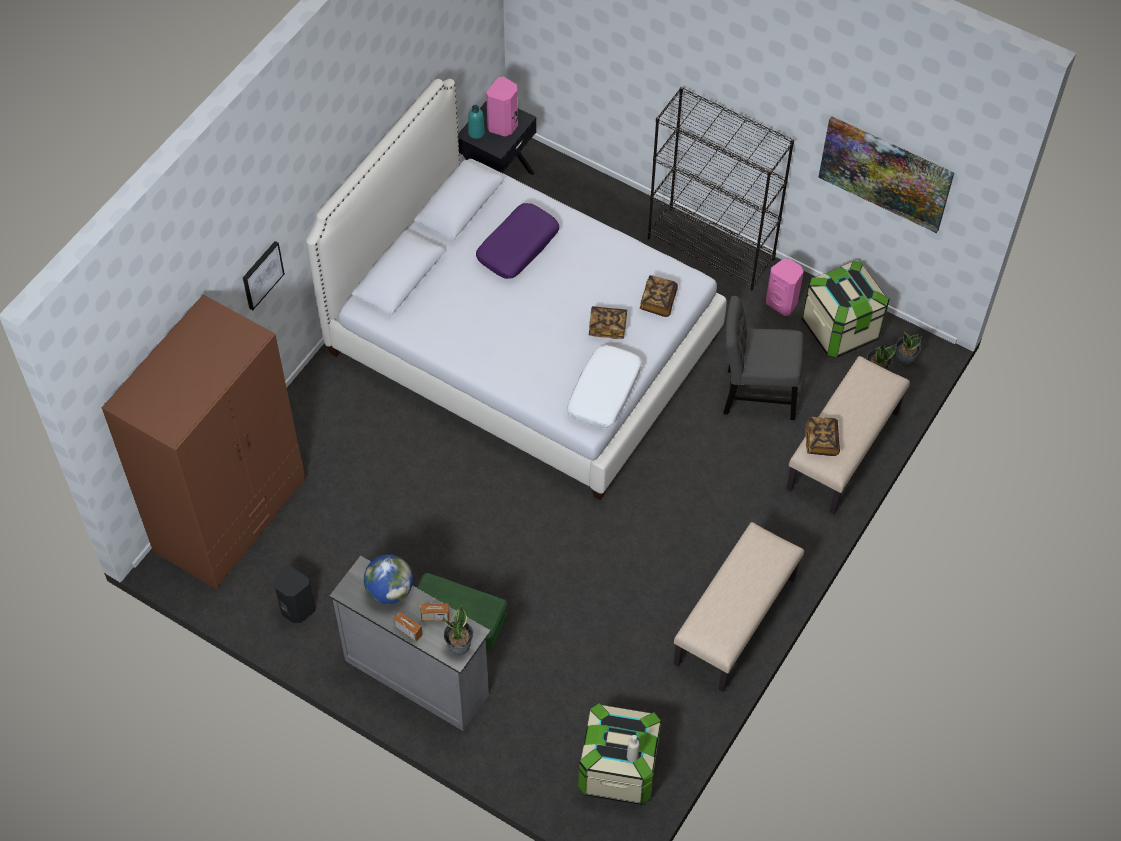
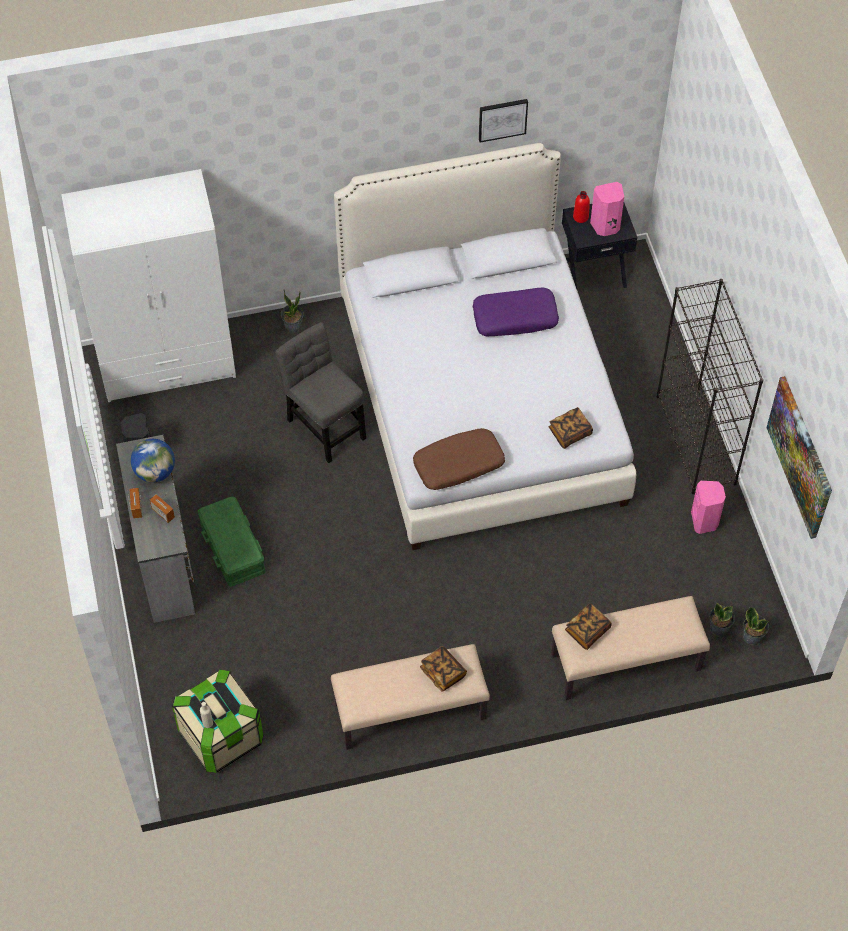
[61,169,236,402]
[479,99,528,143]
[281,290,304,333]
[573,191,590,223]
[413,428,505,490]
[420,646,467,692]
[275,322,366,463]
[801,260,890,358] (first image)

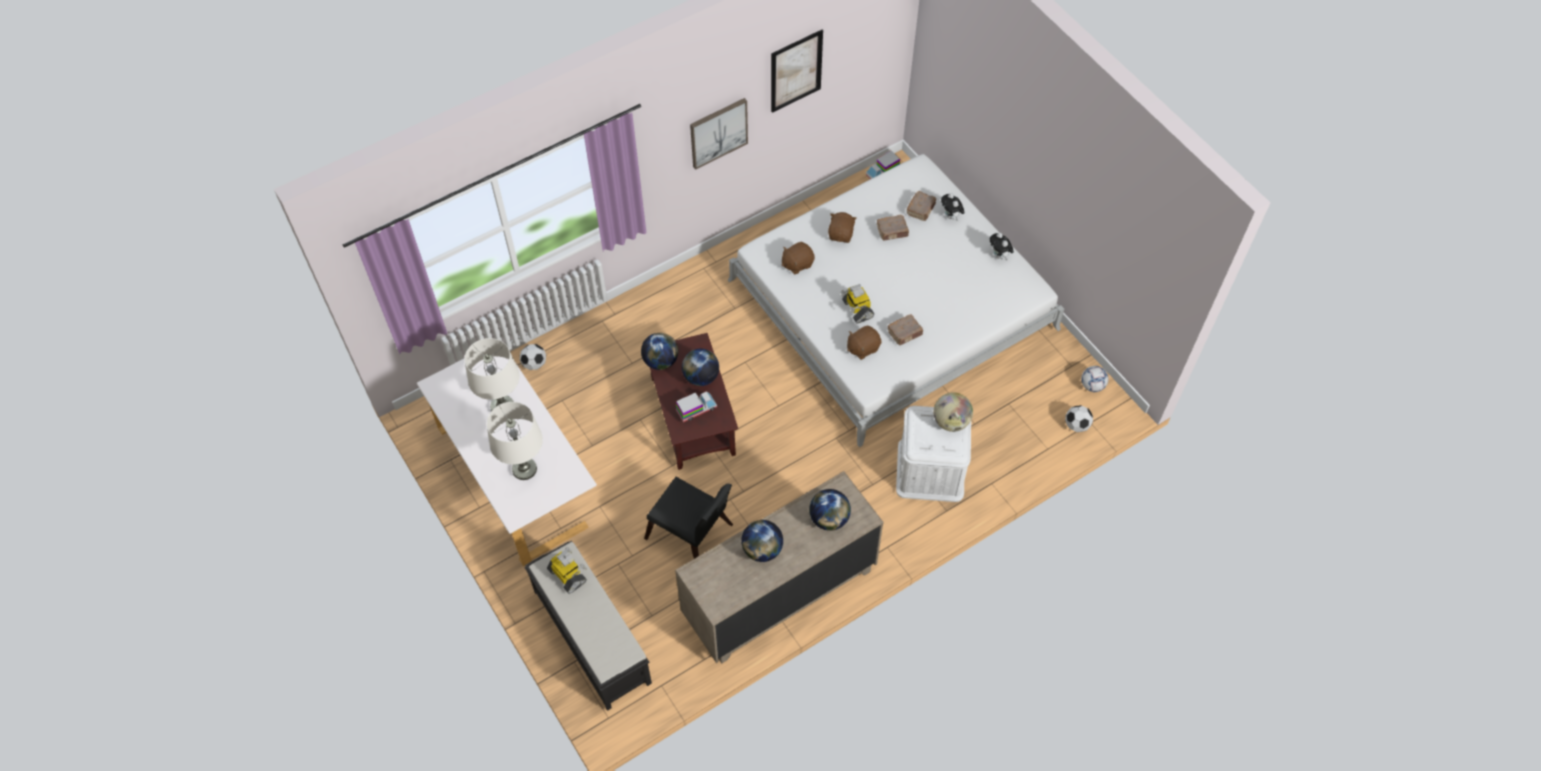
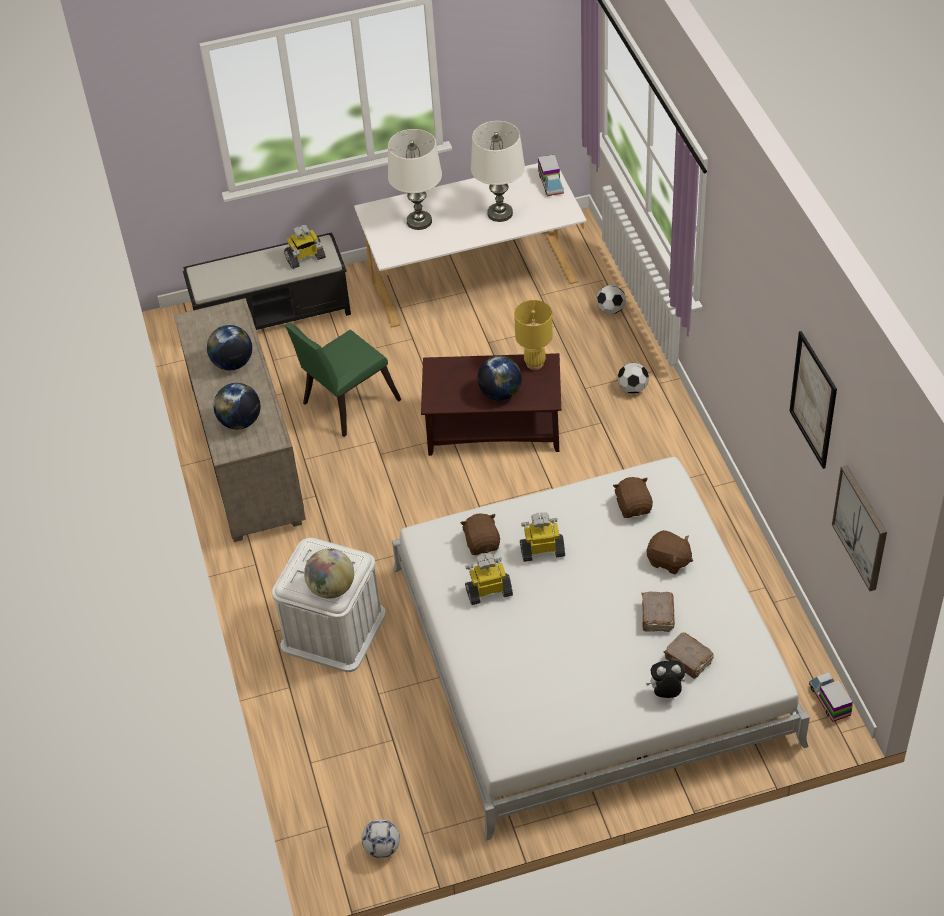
[514,300,553,370]
[285,323,401,437]
[538,155,564,196]
[832,465,887,591]
[465,553,513,605]
[990,233,1014,261] (first image)
[617,363,649,394]

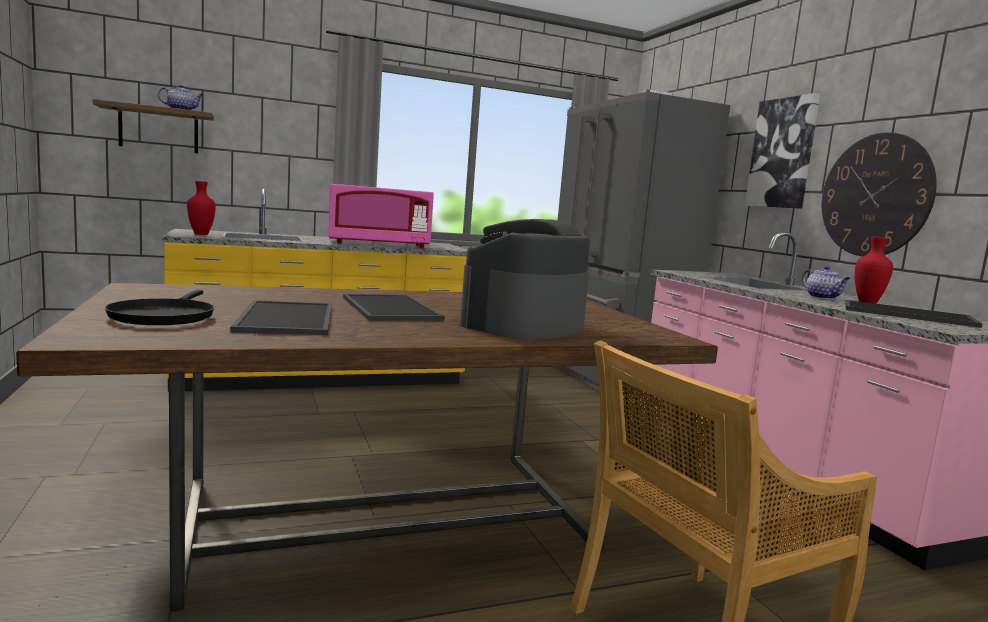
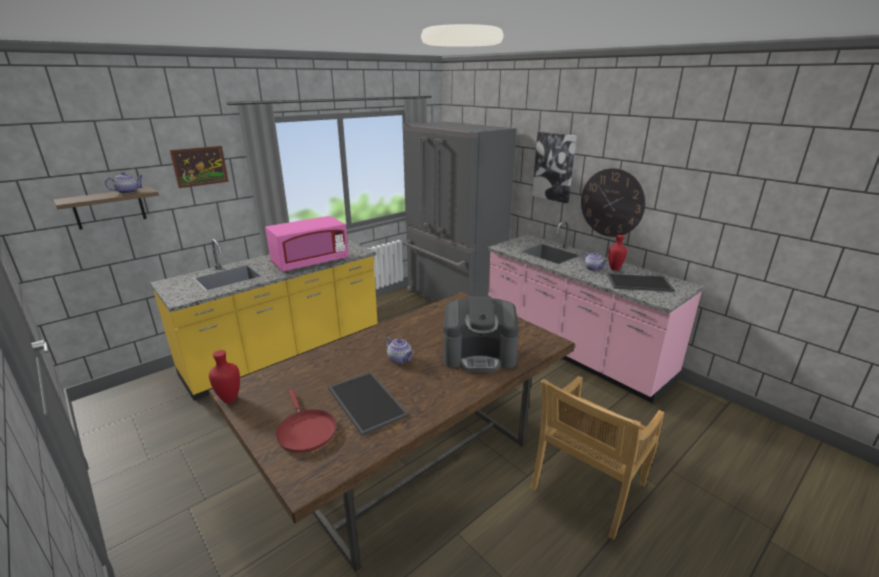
[276,389,336,453]
[209,350,240,403]
[385,337,414,364]
[443,296,519,372]
[170,146,229,188]

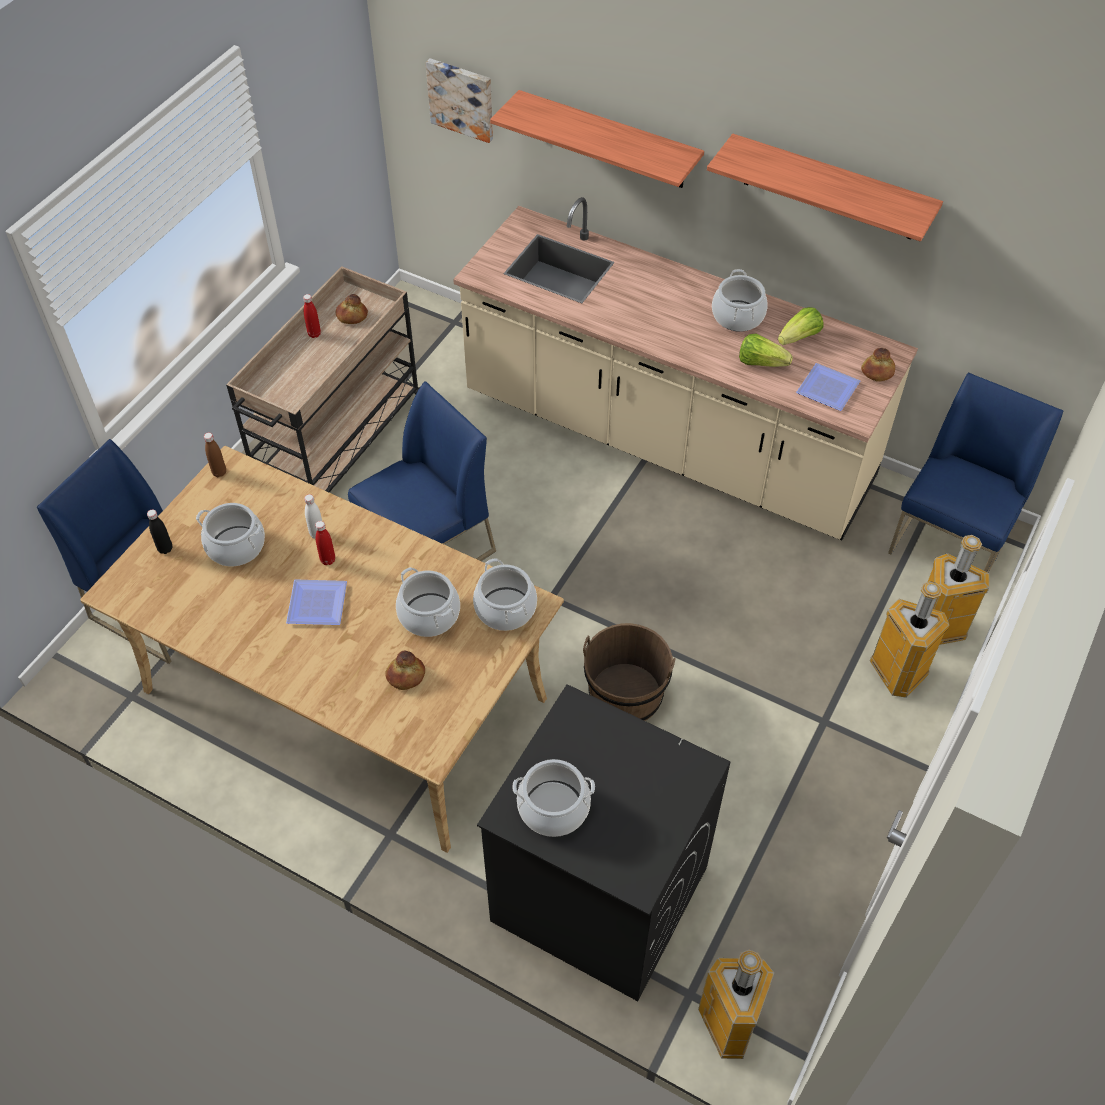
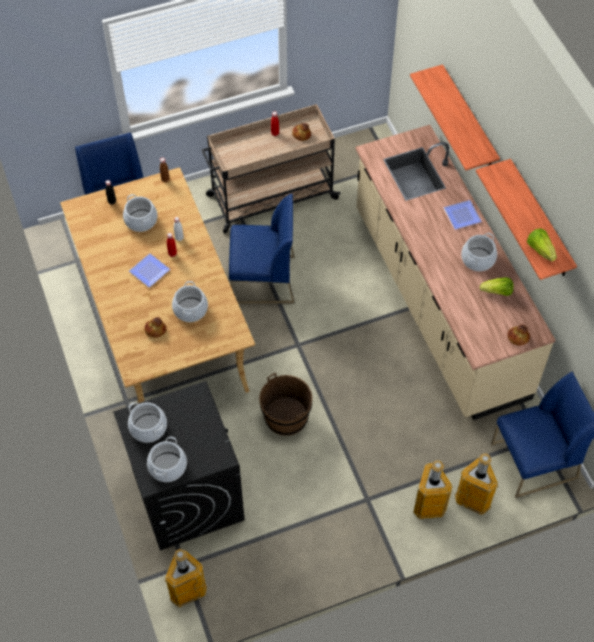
[426,58,493,143] (first image)
[147,437,187,482]
[527,229,557,262]
[444,200,482,230]

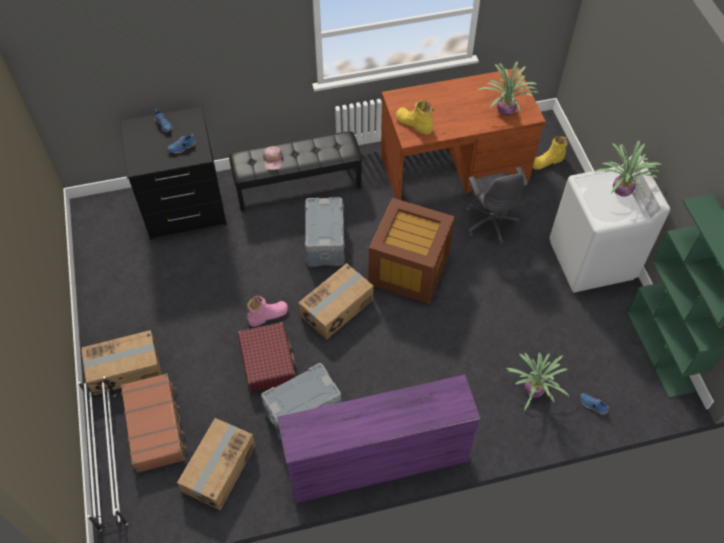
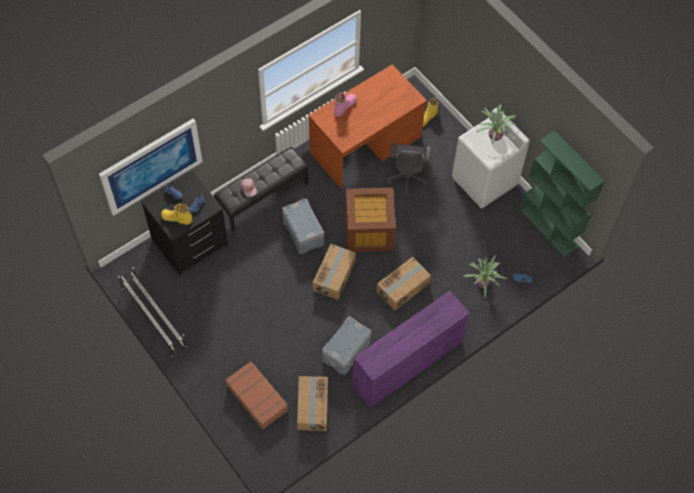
[118,268,187,357]
[377,257,431,311]
[238,322,296,392] (first image)
[334,93,356,117]
[161,203,192,225]
[387,143,431,196]
[478,61,539,115] (first image)
[99,118,203,216]

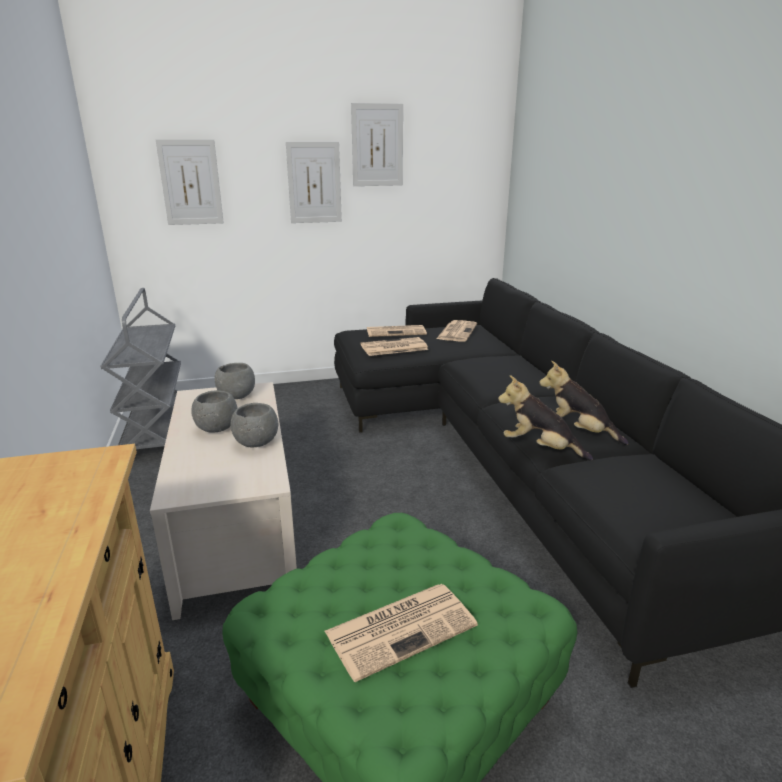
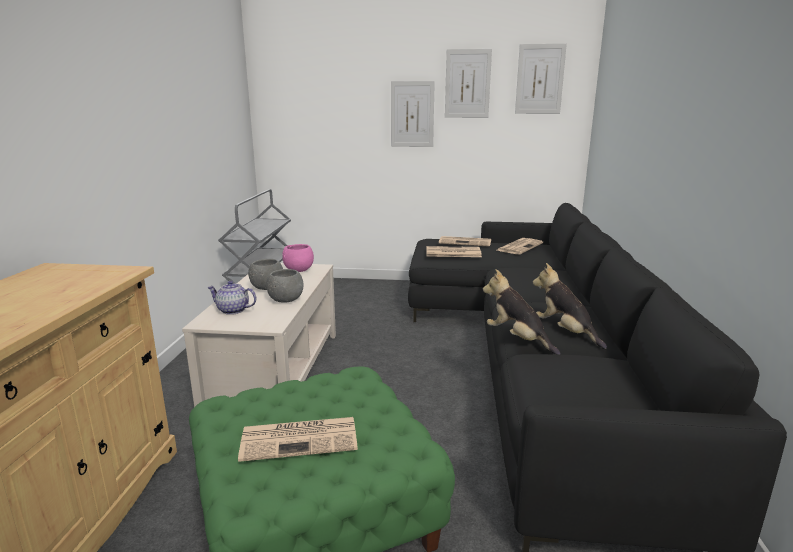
[515,43,567,114]
[283,244,314,272]
[207,281,256,315]

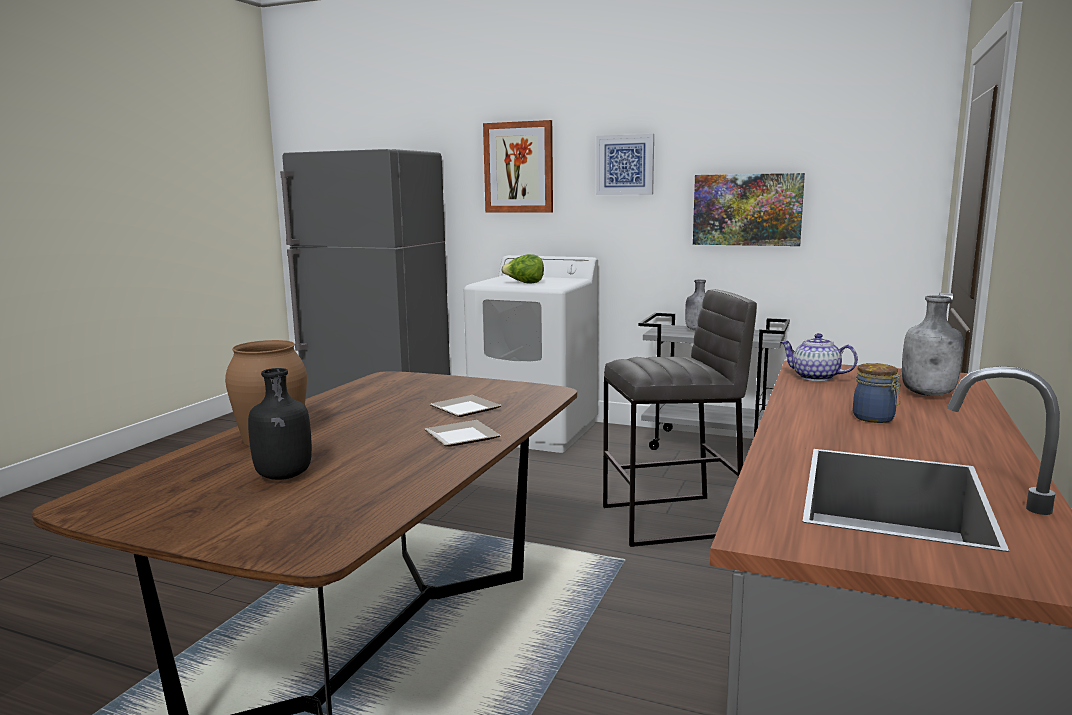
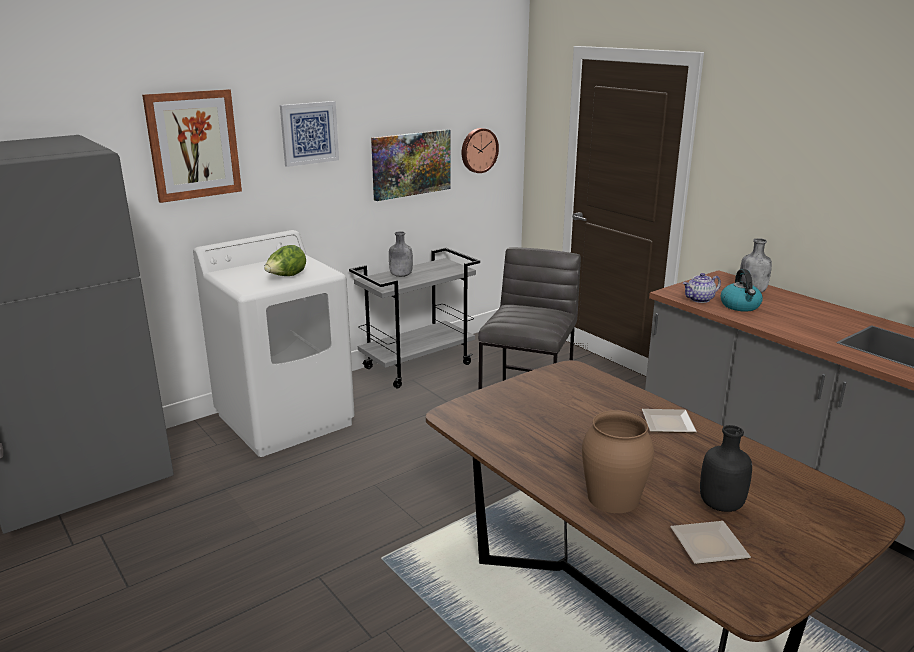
[670,521,751,564]
[853,363,901,423] (first image)
[462,128,499,173]
[720,269,763,312]

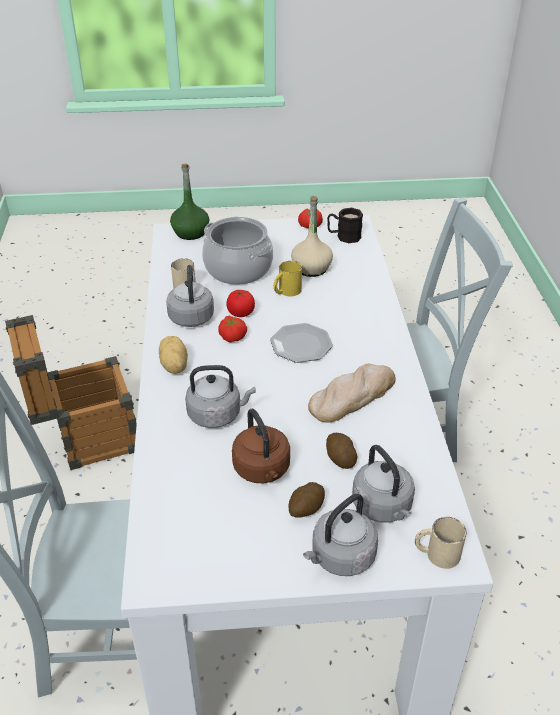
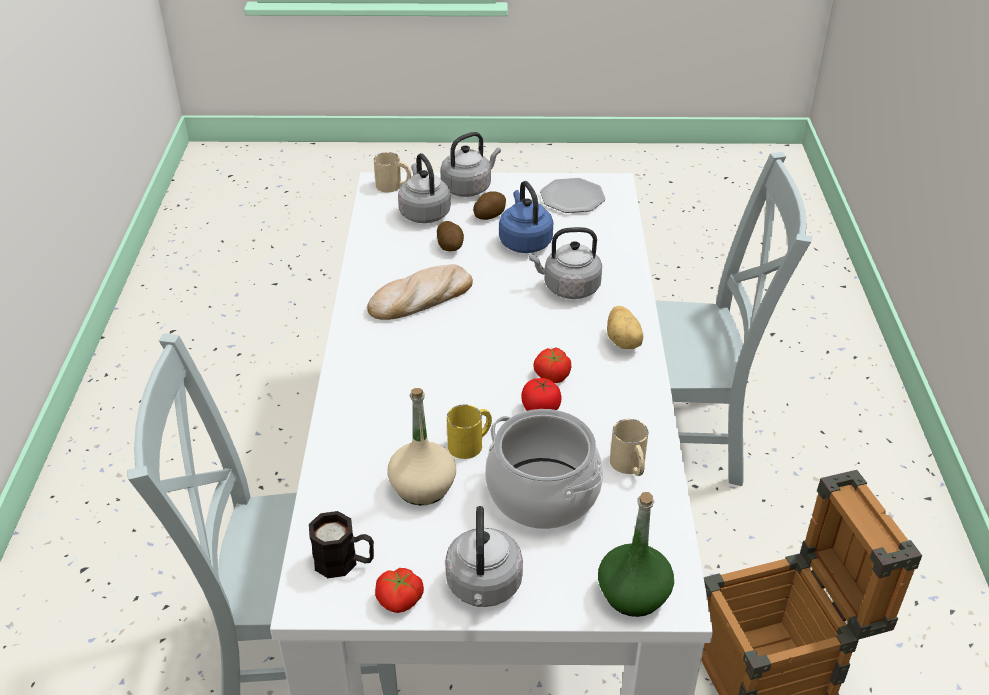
[445,506,523,607]
[499,181,553,253]
[540,178,606,213]

